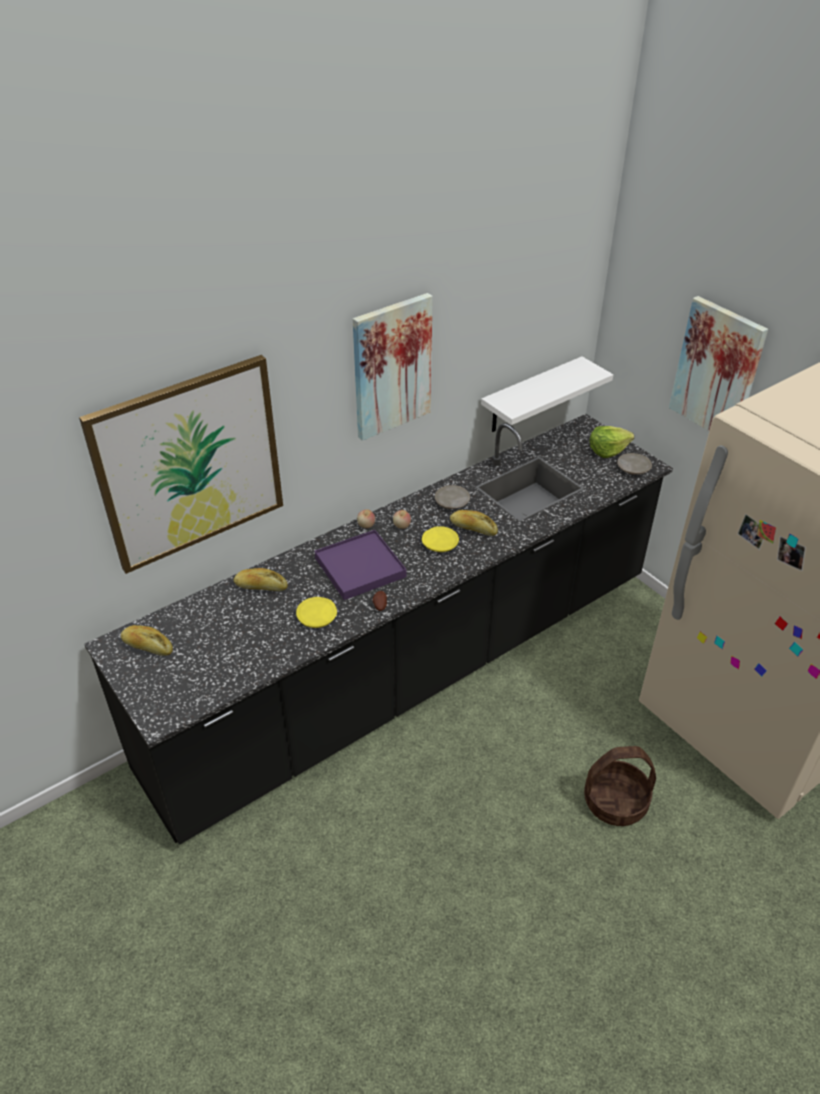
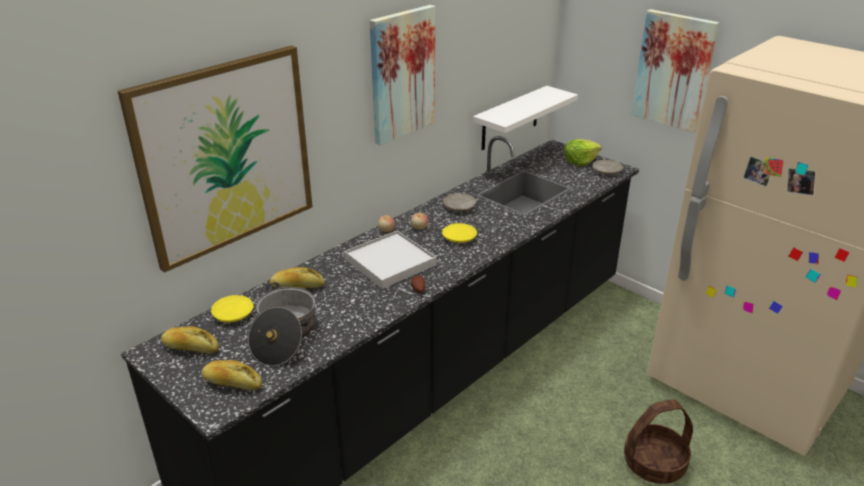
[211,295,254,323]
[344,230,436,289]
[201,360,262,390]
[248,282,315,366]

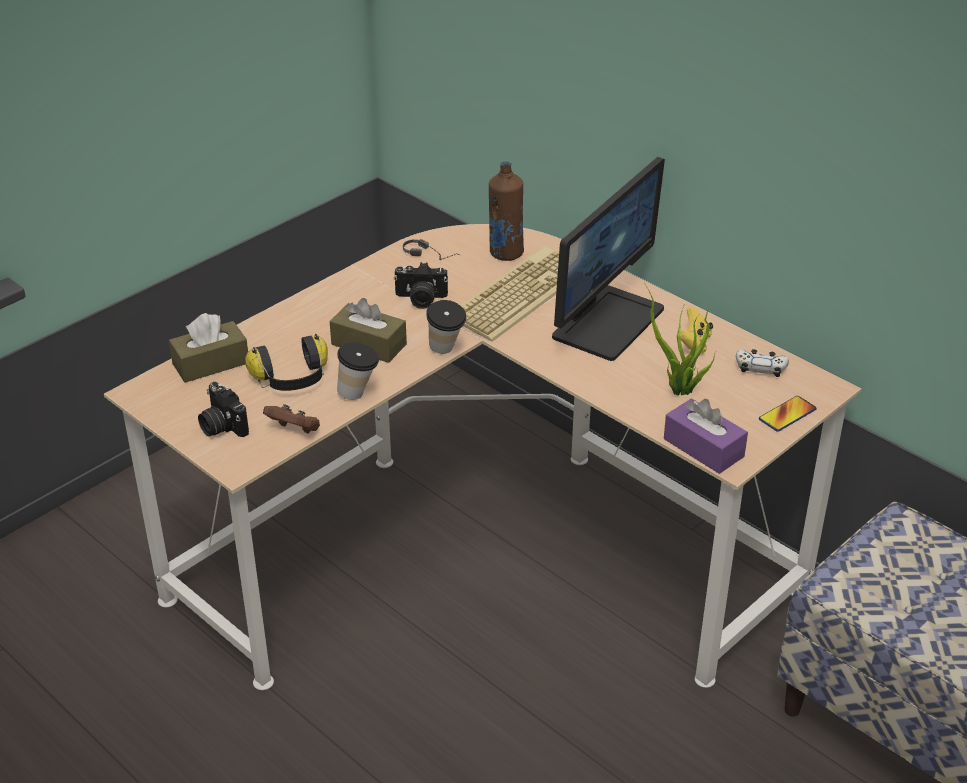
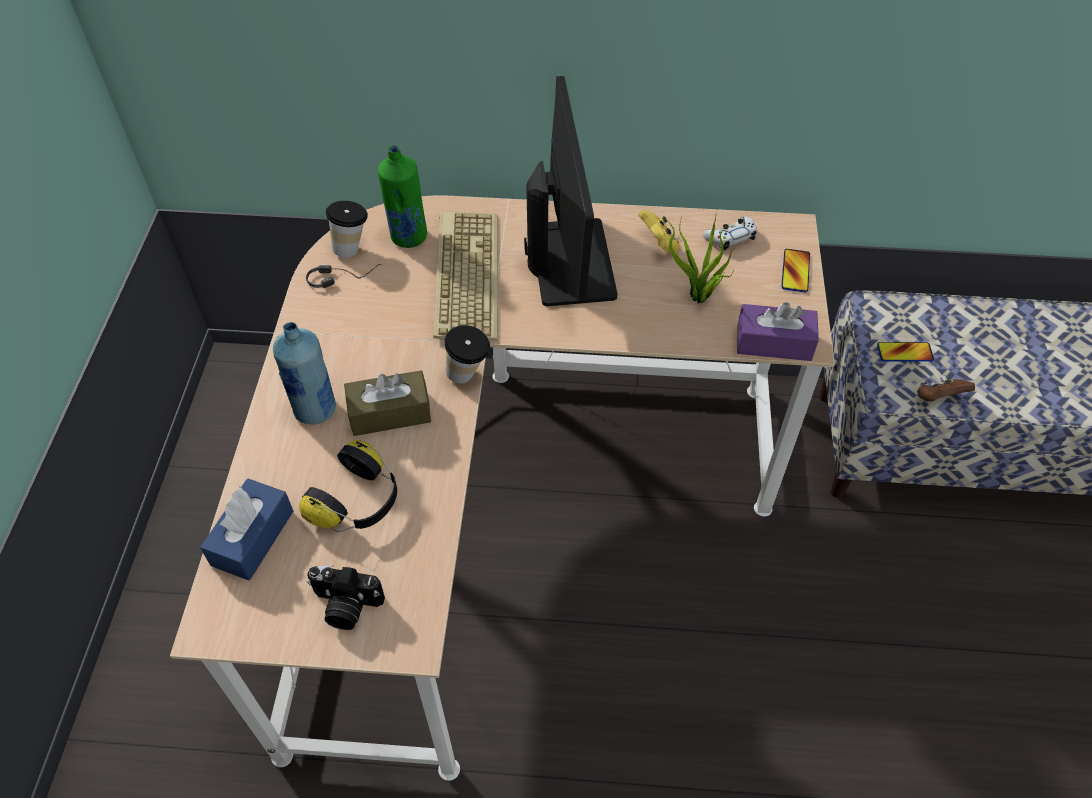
[200,479,293,581]
[917,379,975,401]
[326,201,368,258]
[394,262,448,309] (first image)
[378,145,427,248]
[273,322,336,425]
[877,342,934,362]

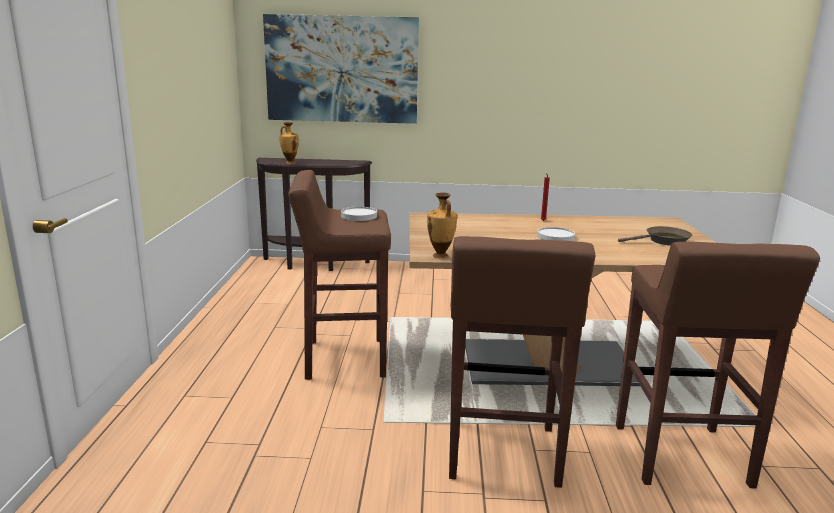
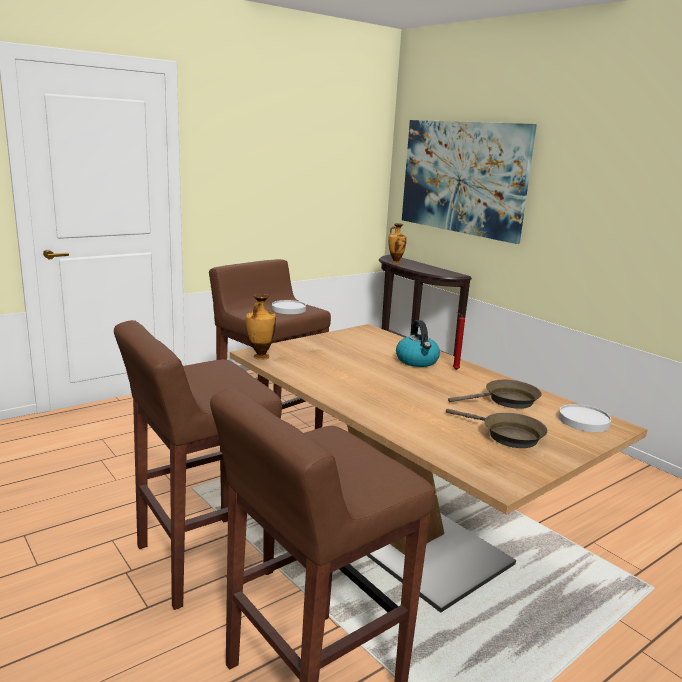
[558,404,611,432]
[396,320,440,367]
[448,380,542,409]

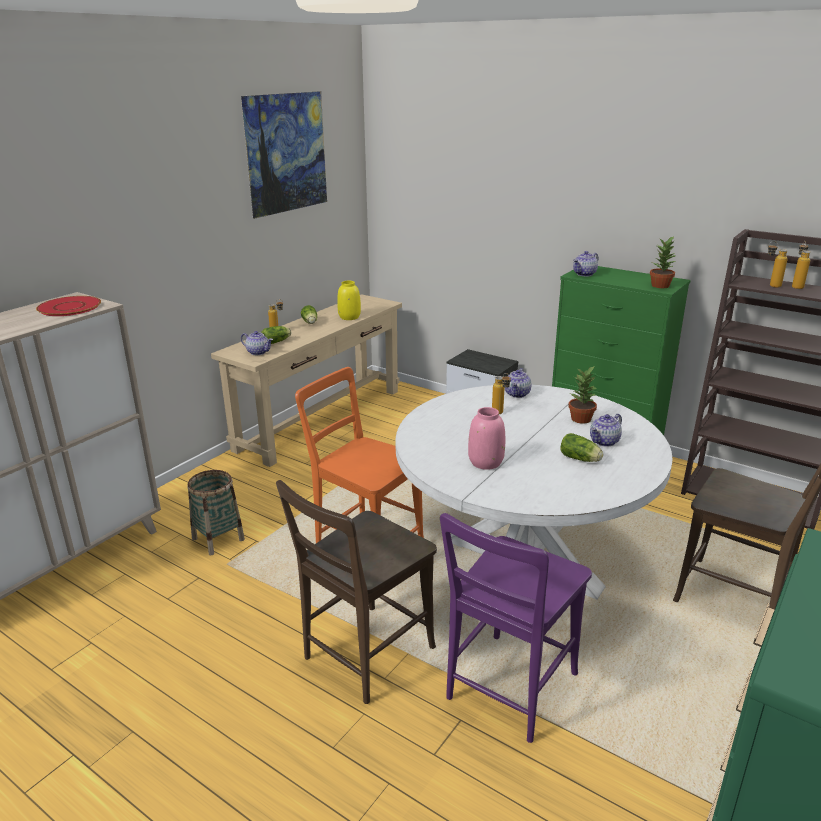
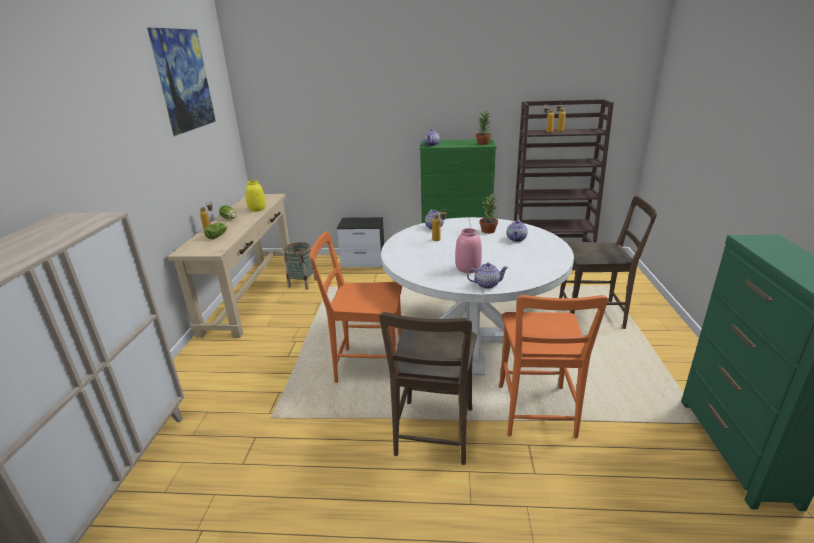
[36,296,101,316] (first image)
[285,242,317,290]
[467,263,508,289]
[499,295,608,438]
[560,433,603,462] (first image)

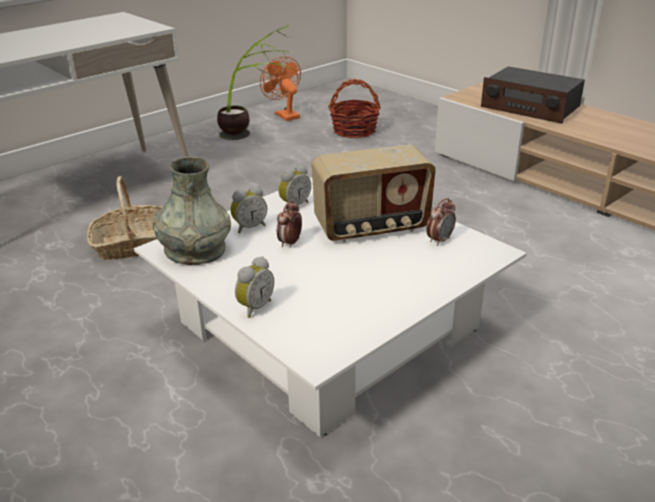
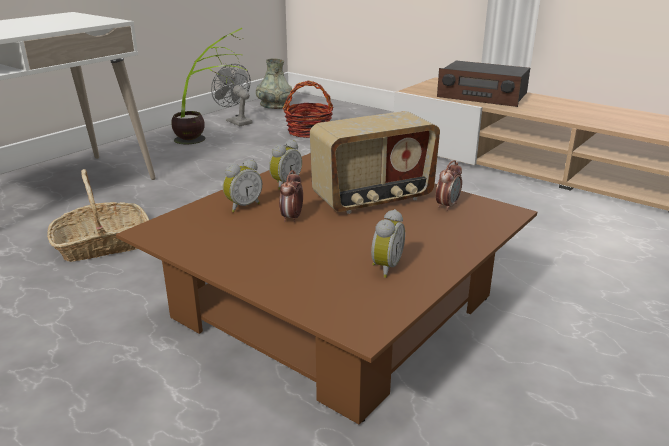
[116,153,537,424]
[256,58,292,109]
[371,209,405,278]
[211,64,253,126]

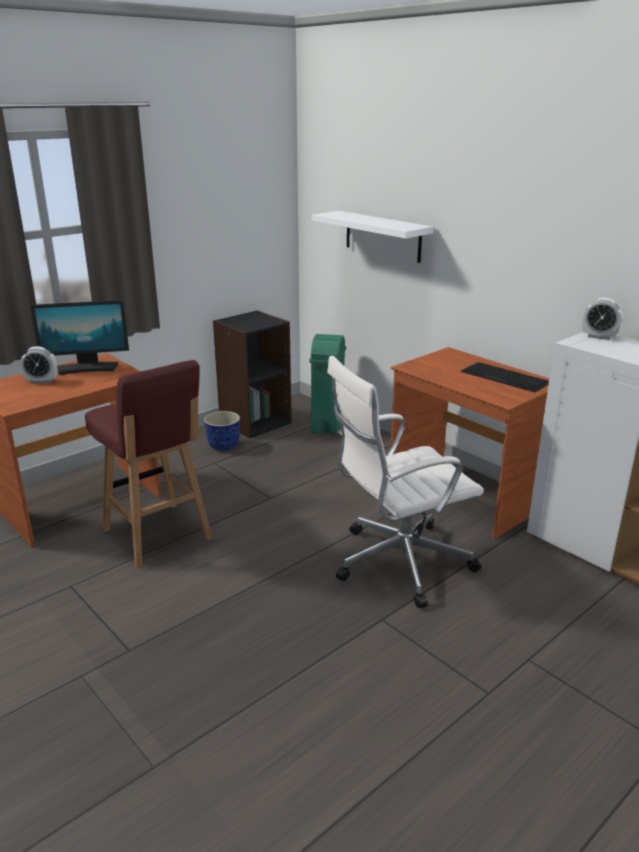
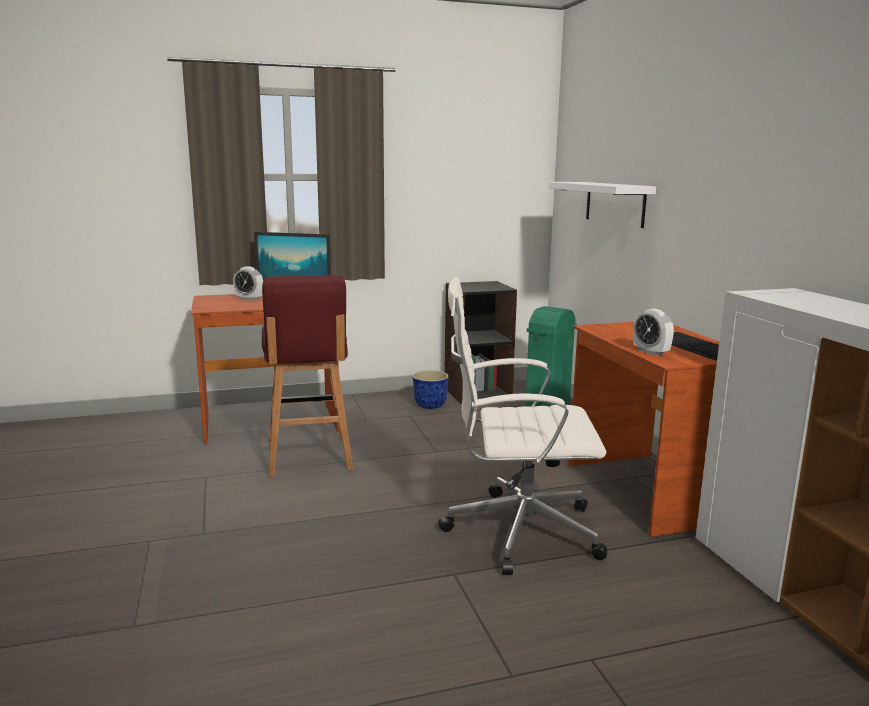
[633,309,674,356]

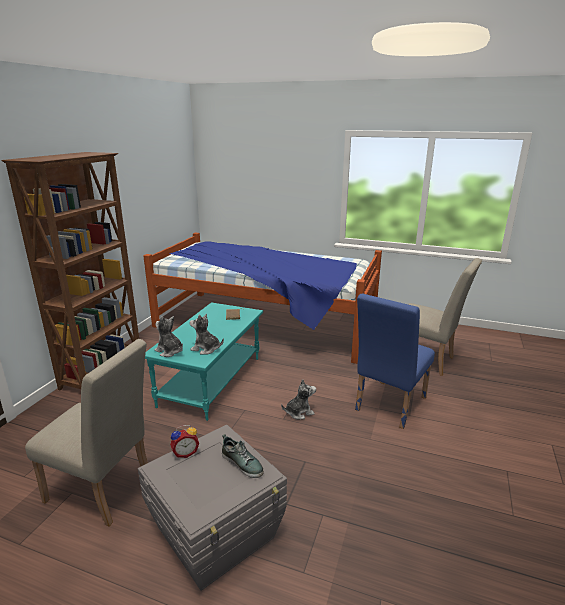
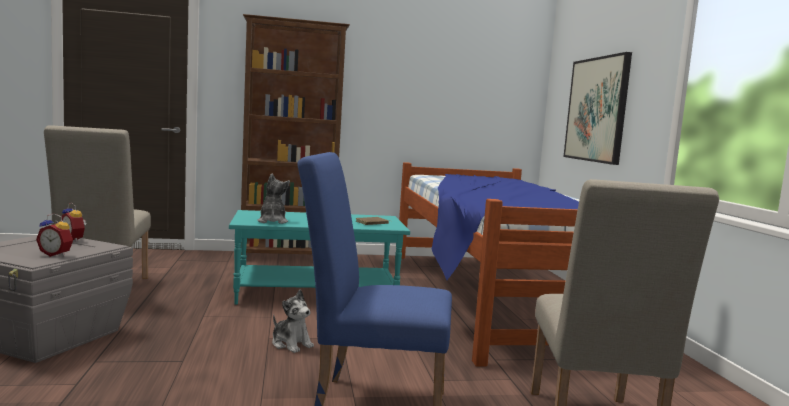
[154,316,183,357] (first image)
[36,213,73,257]
[563,52,632,165]

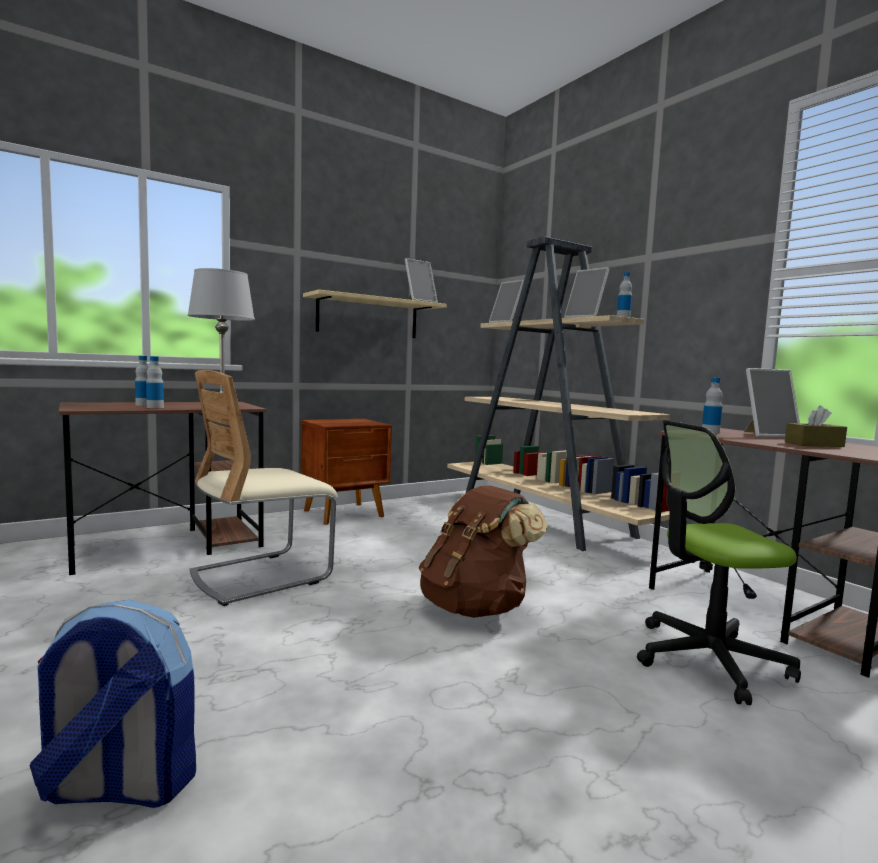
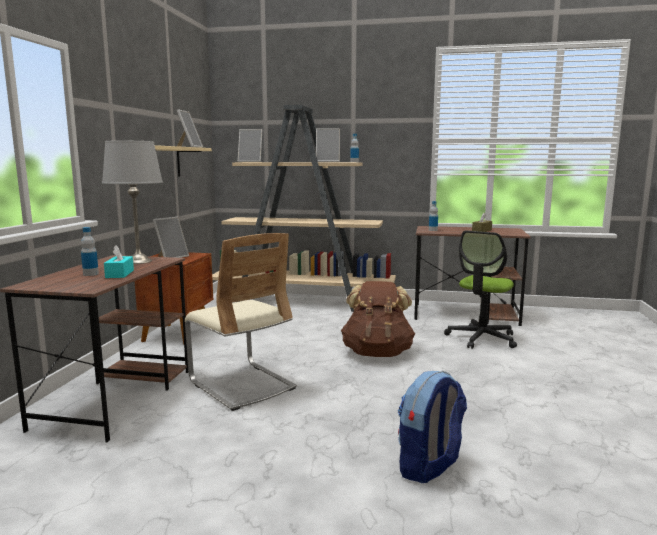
[104,245,134,278]
[185,233,297,411]
[153,217,189,258]

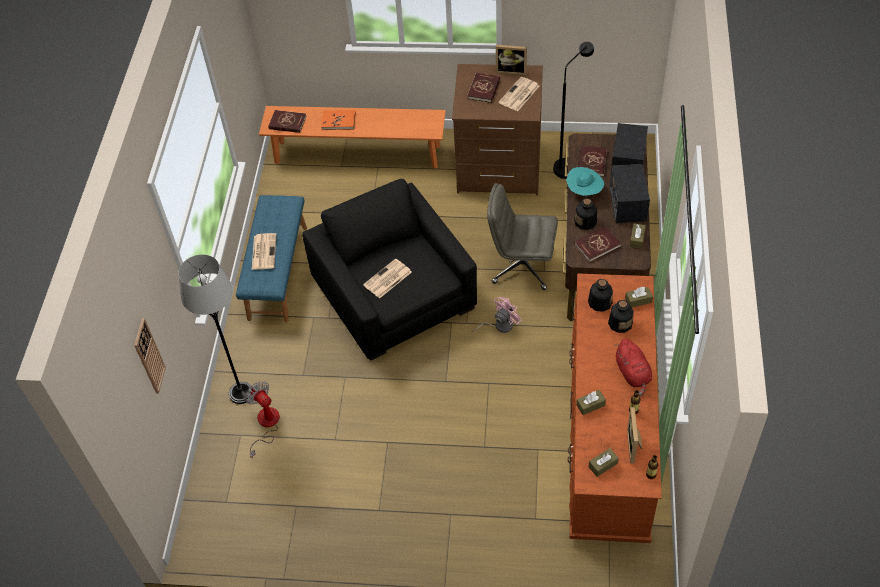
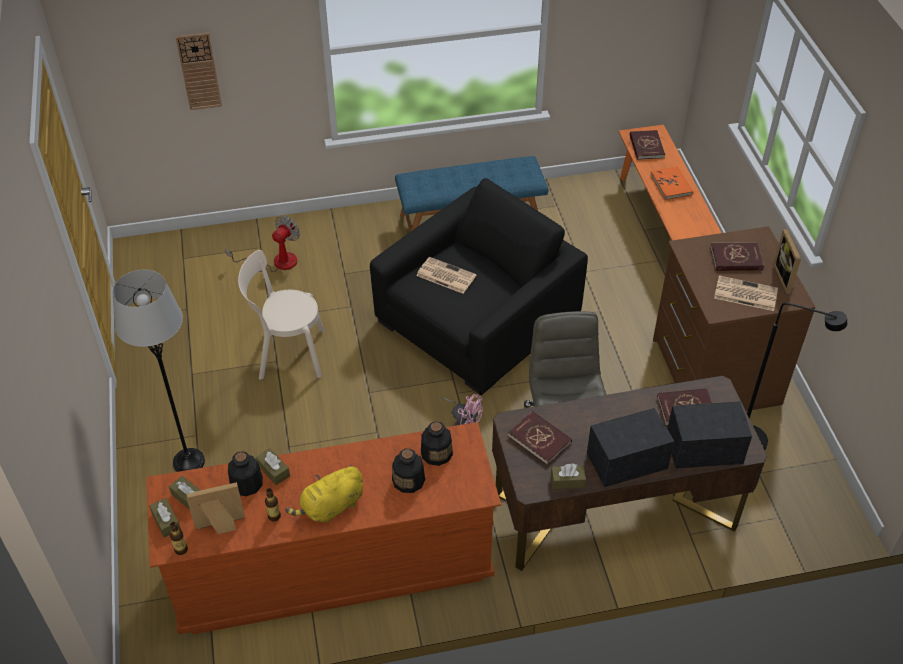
[113,270,205,472]
[252,233,276,270] (first image)
[566,167,604,196] (first image)
[228,451,263,496]
[285,465,363,523]
[149,498,181,538]
[238,250,324,380]

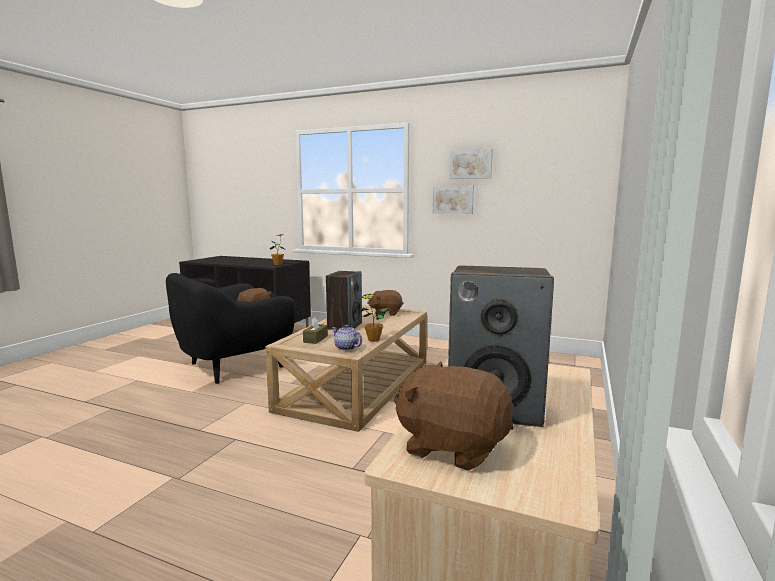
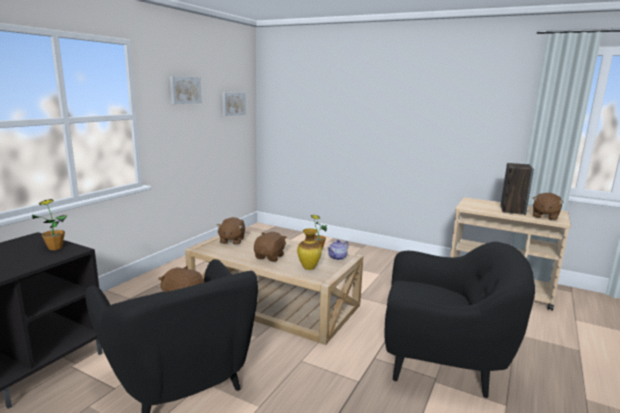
[297,228,322,270]
[254,232,287,262]
[222,92,246,116]
[384,242,535,398]

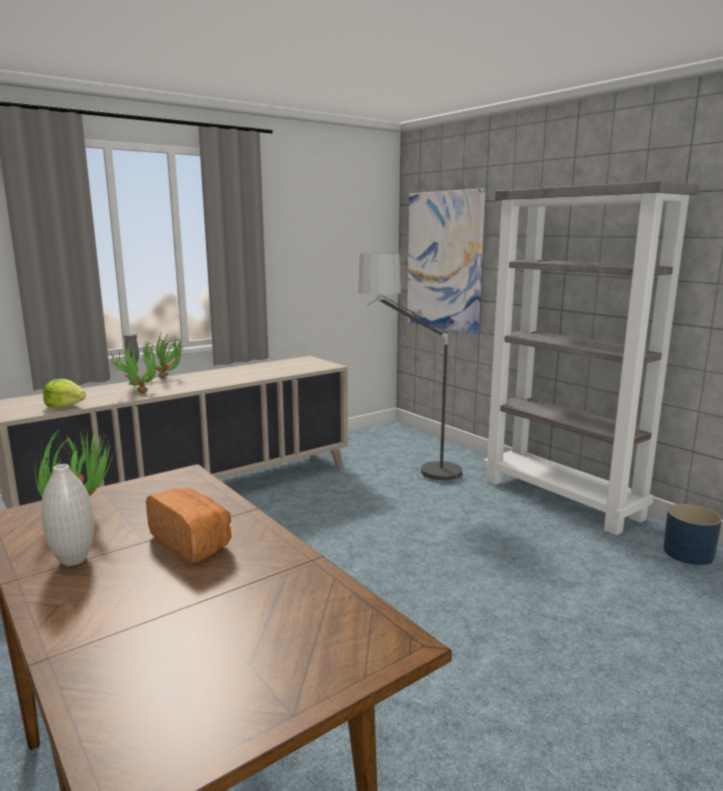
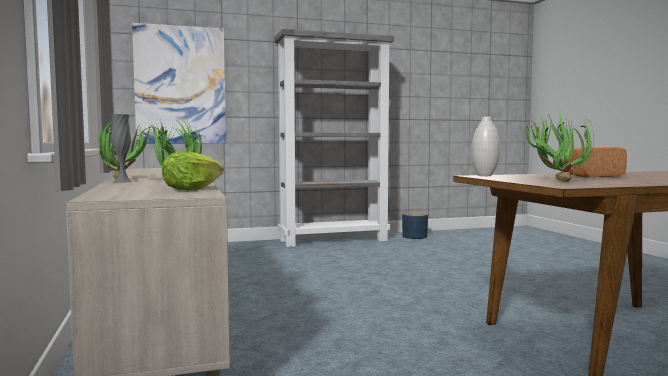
[472,117,500,176]
[357,253,466,483] (first image)

